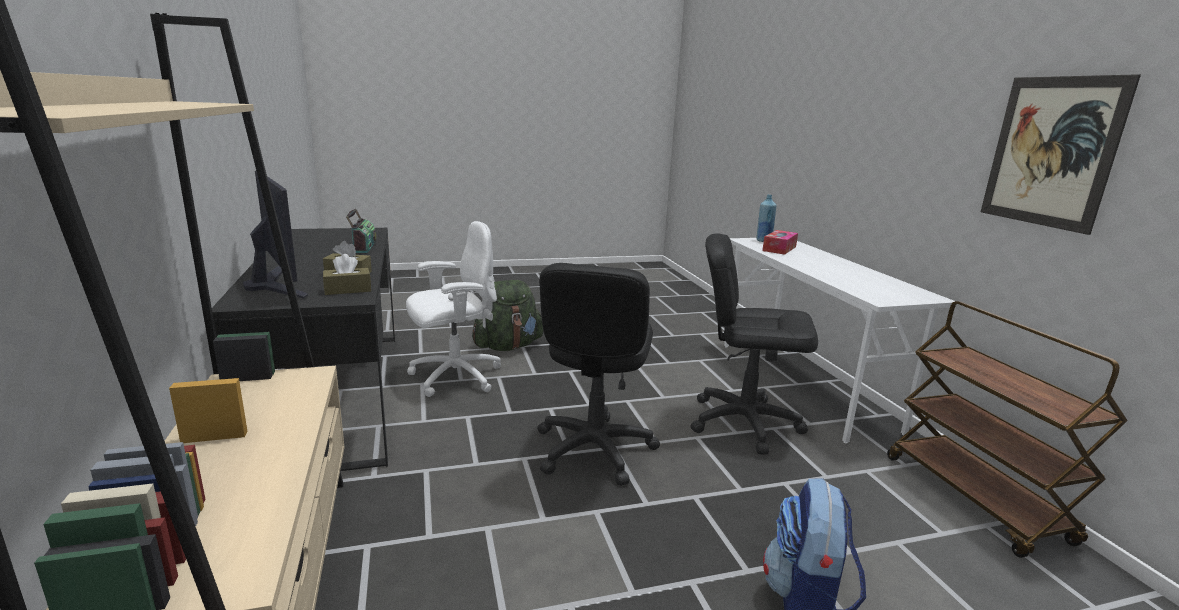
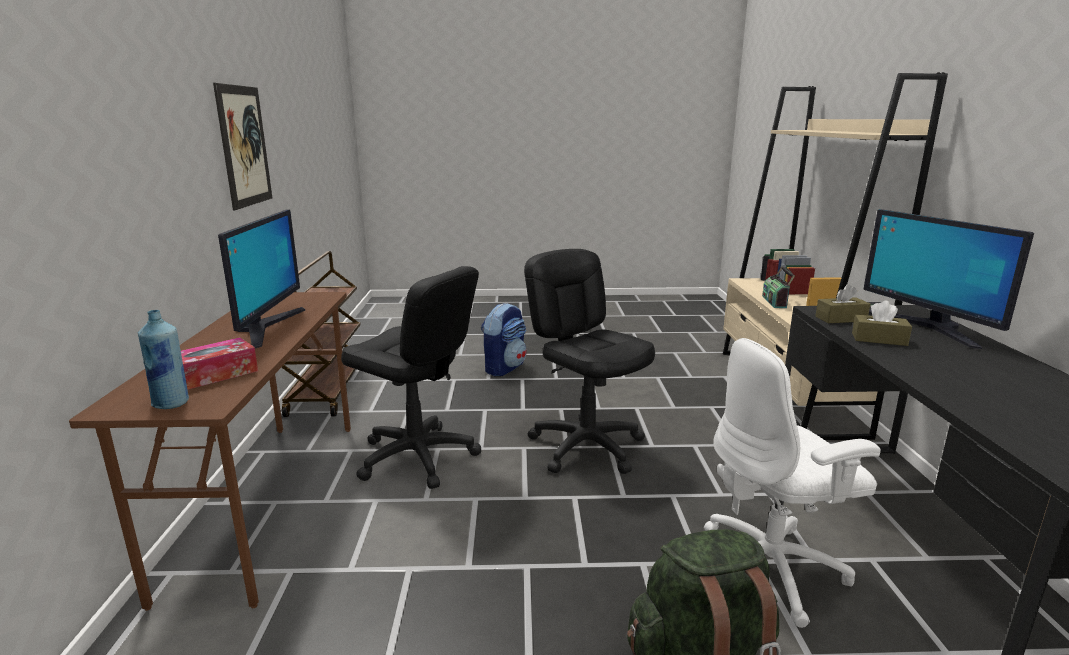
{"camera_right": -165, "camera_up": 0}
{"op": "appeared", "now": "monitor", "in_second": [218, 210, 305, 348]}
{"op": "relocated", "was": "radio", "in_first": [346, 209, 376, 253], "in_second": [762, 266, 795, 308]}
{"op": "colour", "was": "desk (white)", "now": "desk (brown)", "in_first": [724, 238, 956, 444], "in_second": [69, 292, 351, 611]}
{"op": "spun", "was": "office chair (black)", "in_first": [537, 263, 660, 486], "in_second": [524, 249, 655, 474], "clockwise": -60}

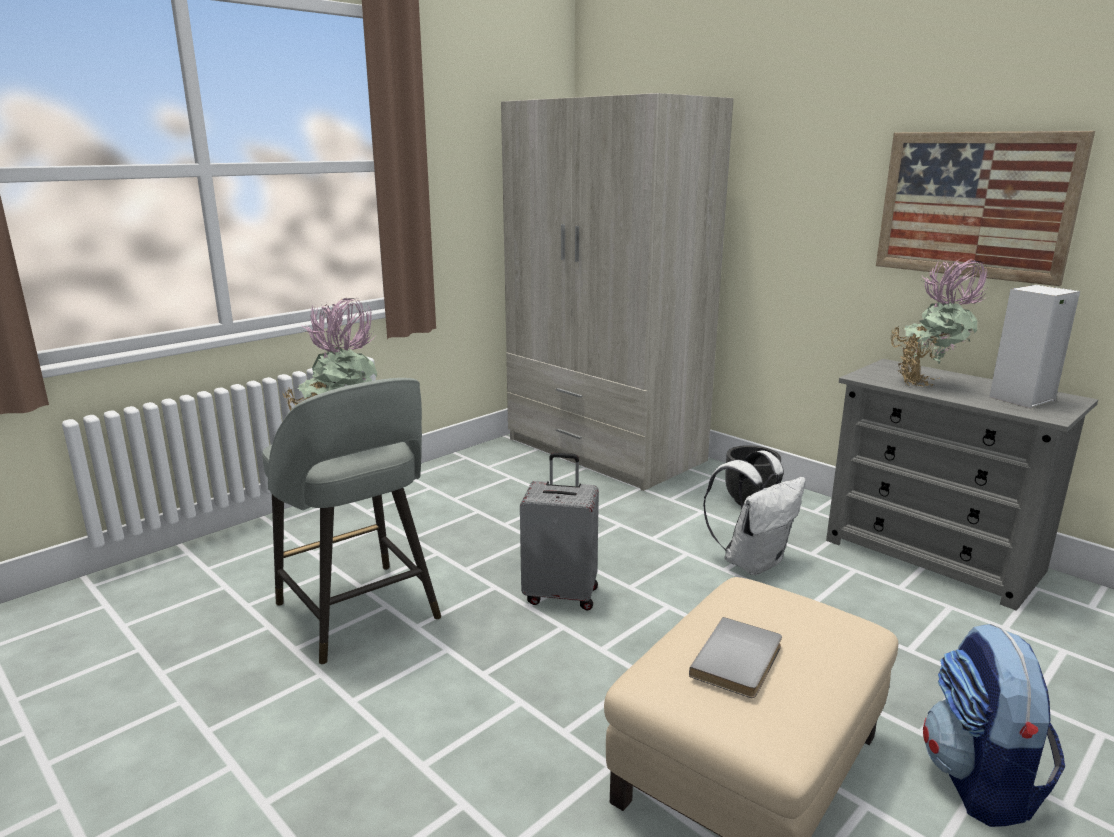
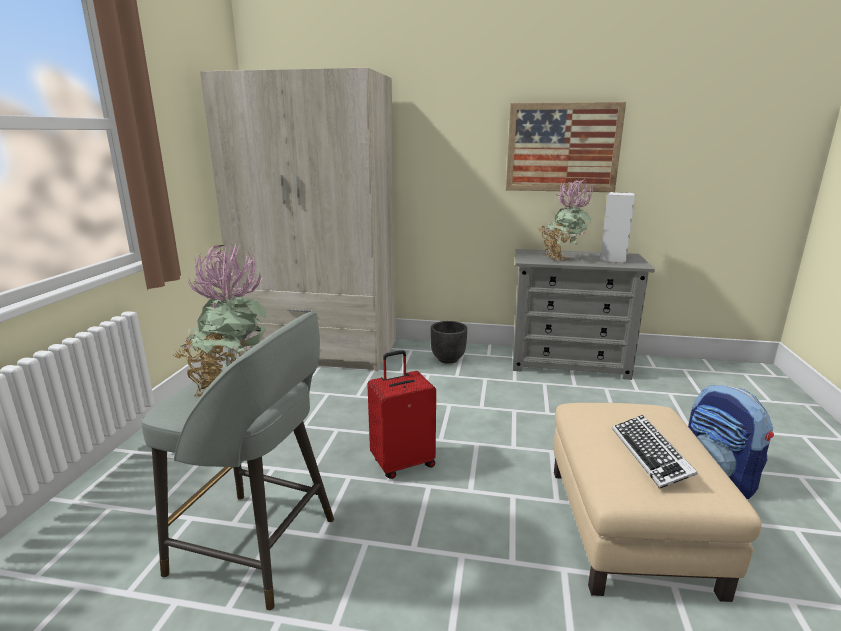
{"camera_right": -35, "camera_up": 0}
{"op": "missing", "was": "backpack (white)", "in_first": [703, 450, 806, 575]}
{"op": "exchanged", "was": "book (grey)", "now": "keyboard", "in_first": [689, 617, 782, 698], "in_second": [612, 415, 698, 488]}
{"op": "colour", "was": "suitcase (grey)", "now": "suitcase (red)", "in_first": [520, 453, 599, 610], "in_second": [367, 350, 436, 479]}

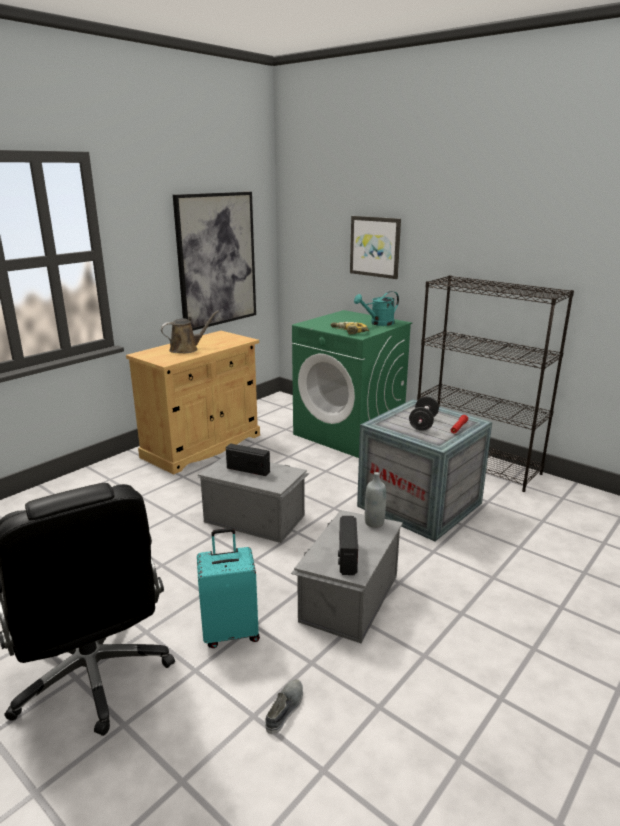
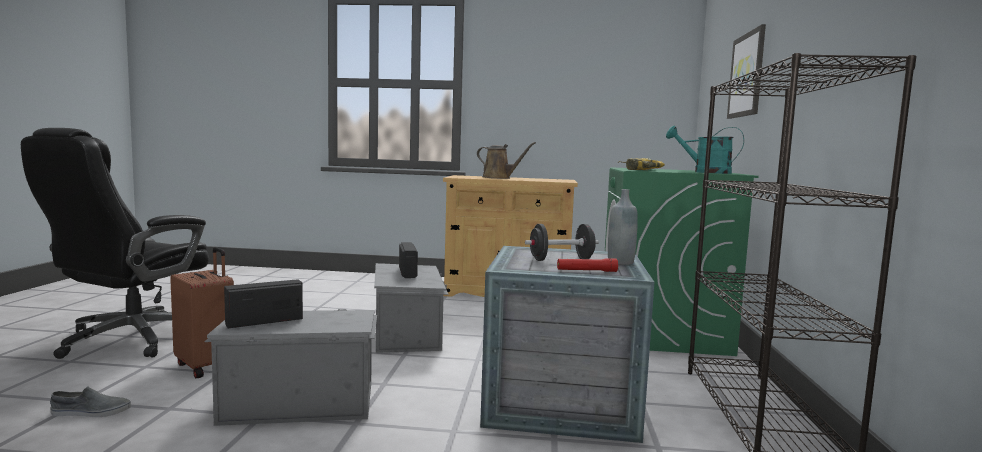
{"camera_right": 55, "camera_up": -15}
{"op": "missing", "was": "picture", "in_first": [173, 192, 256, 330]}
{"op": "relocated", "was": "bottle (grey)", "in_first": [365, 472, 386, 528], "in_second": [608, 189, 638, 265]}
{"op": "colour", "was": "suitcase (turquoise)", "now": "suitcase (brown)", "in_first": [197, 528, 260, 648], "in_second": [170, 247, 234, 378]}

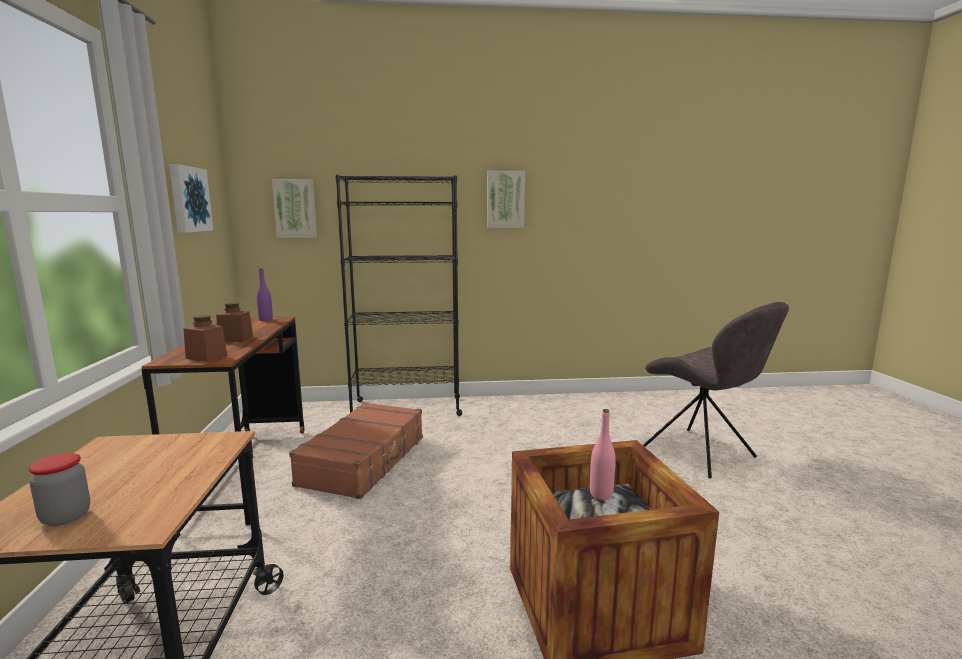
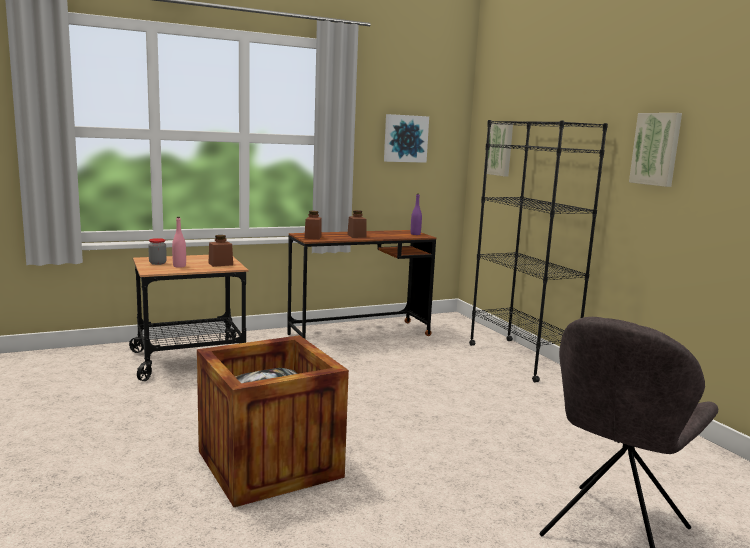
{"camera_right": 70, "camera_up": 0}
{"op": "missing", "was": "suitcase (brown)", "in_first": [289, 402, 423, 499]}
{"op": "appeared", "now": "jar (brown)", "in_second": [209, 235, 233, 267]}
{"op": "relocated", "was": "bottle (pink)", "in_first": [590, 409, 616, 500], "in_second": [172, 217, 186, 268]}

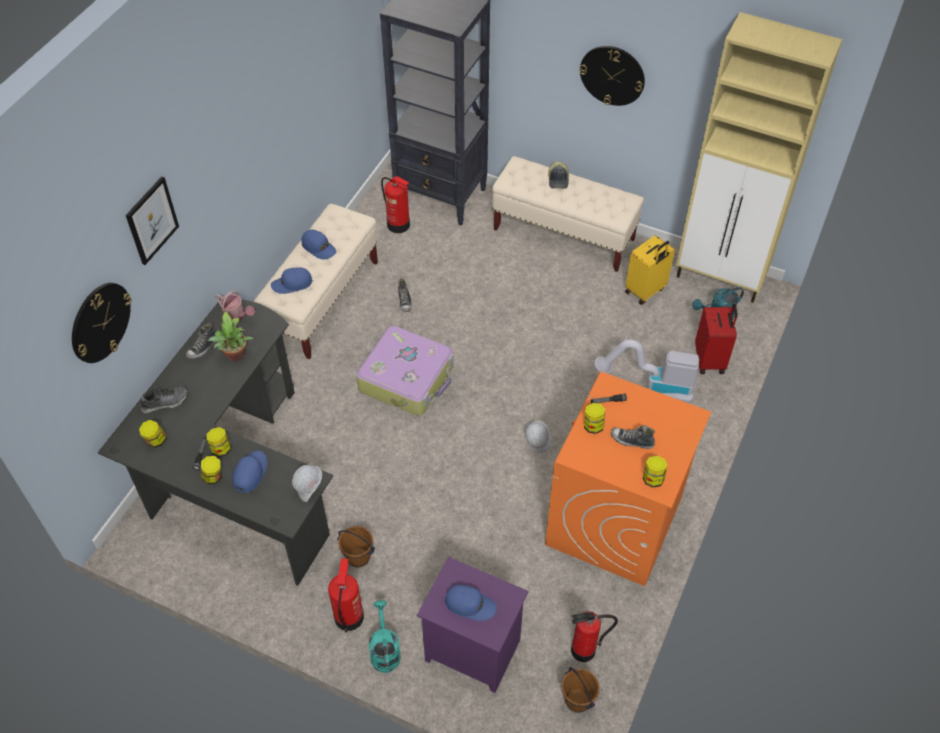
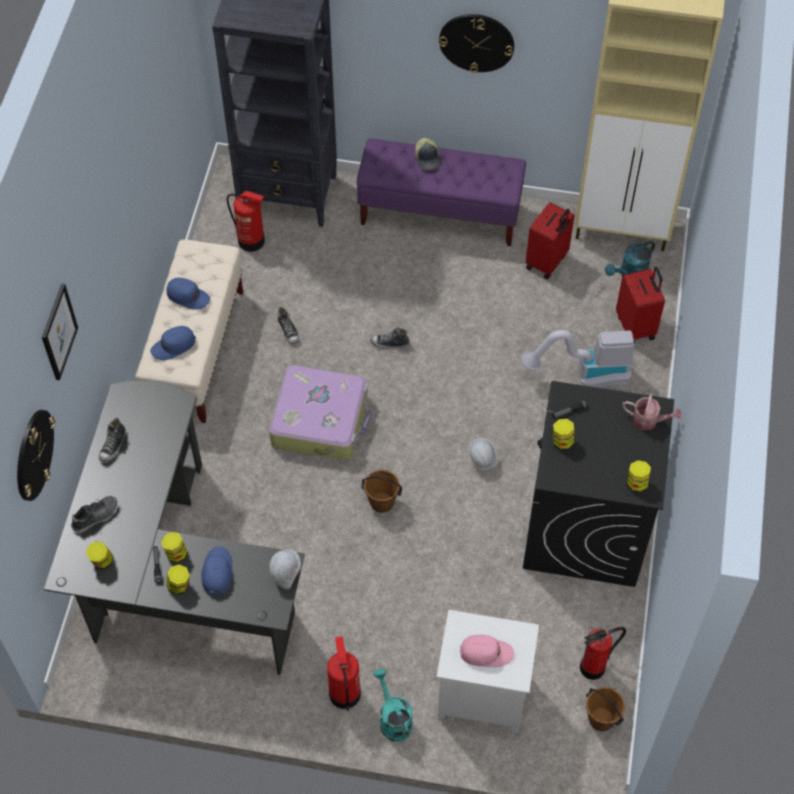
{"camera_right": -15, "camera_up": 5}
{"op": "missing", "was": "potted plant", "in_first": [208, 311, 254, 362]}
{"op": "relocated", "was": "watering can", "in_first": [215, 291, 255, 321], "in_second": [622, 394, 682, 430]}
{"op": "relocated", "was": "bucket (brown)", "in_first": [337, 526, 375, 568], "in_second": [361, 470, 402, 513]}
{"op": "relocated", "was": "shoe", "in_first": [611, 425, 655, 449], "in_second": [370, 327, 410, 349]}
{"op": "colour", "was": "nightstand (purple)", "now": "nightstand (white)", "in_first": [417, 557, 529, 693], "in_second": [436, 610, 539, 733]}
{"op": "colour", "was": "cap (blue)", "now": "cap (pink)", "in_first": [445, 585, 497, 621], "in_second": [460, 635, 514, 667]}
{"op": "colour", "was": "bench (beige)", "now": "bench (purple)", "in_first": [492, 156, 644, 272], "in_second": [357, 138, 526, 246]}
{"op": "colour", "was": "washing machine (orange)", "now": "washing machine (black)", "in_first": [545, 372, 711, 586], "in_second": [523, 381, 674, 587]}
{"op": "colour", "was": "suitcase (yellow)", "now": "suitcase (red)", "in_first": [625, 235, 675, 305], "in_second": [526, 202, 575, 279]}

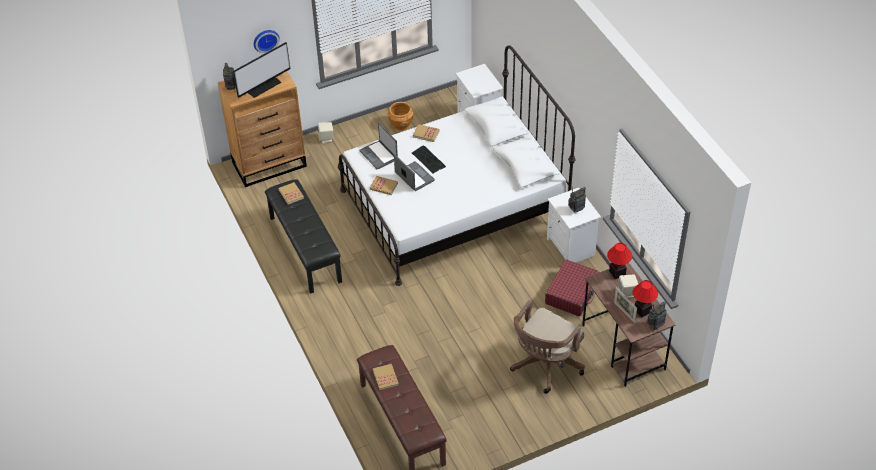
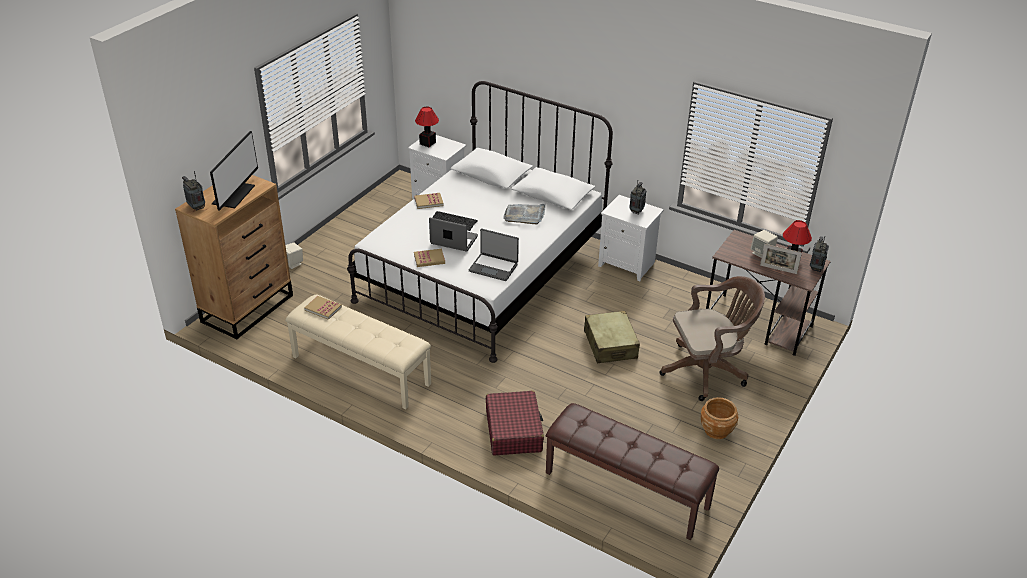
{"camera_right": -35, "camera_up": -10}
{"op": "missing", "was": "wall clock", "in_first": [254, 30, 280, 53]}
{"op": "missing", "was": "book", "in_first": [373, 364, 399, 390]}
{"op": "appeared", "now": "tray (grey)", "in_second": [503, 204, 546, 224]}
{"op": "appeared", "now": "suitcase (beige)", "in_second": [584, 311, 640, 363]}
{"op": "relocated", "was": "laptop", "in_first": [359, 123, 398, 170], "in_second": [469, 229, 519, 281]}
{"op": "relocated", "was": "planter (brown)", "in_first": [388, 102, 414, 130], "in_second": [701, 397, 738, 439]}
{"op": "relocated", "was": "suitcase (red)", "in_first": [545, 259, 600, 316], "in_second": [486, 391, 544, 456]}
{"op": "relocated", "was": "table lamp", "in_first": [607, 243, 632, 279], "in_second": [415, 107, 439, 147]}
{"op": "colour", "was": "bench (black)", "now": "bench (beige)", "in_first": [265, 180, 342, 294], "in_second": [285, 295, 431, 409]}
{"op": "spun", "was": "office chair (brown)", "in_first": [510, 300, 585, 394], "in_second": [660, 276, 765, 401], "clockwise": -105}

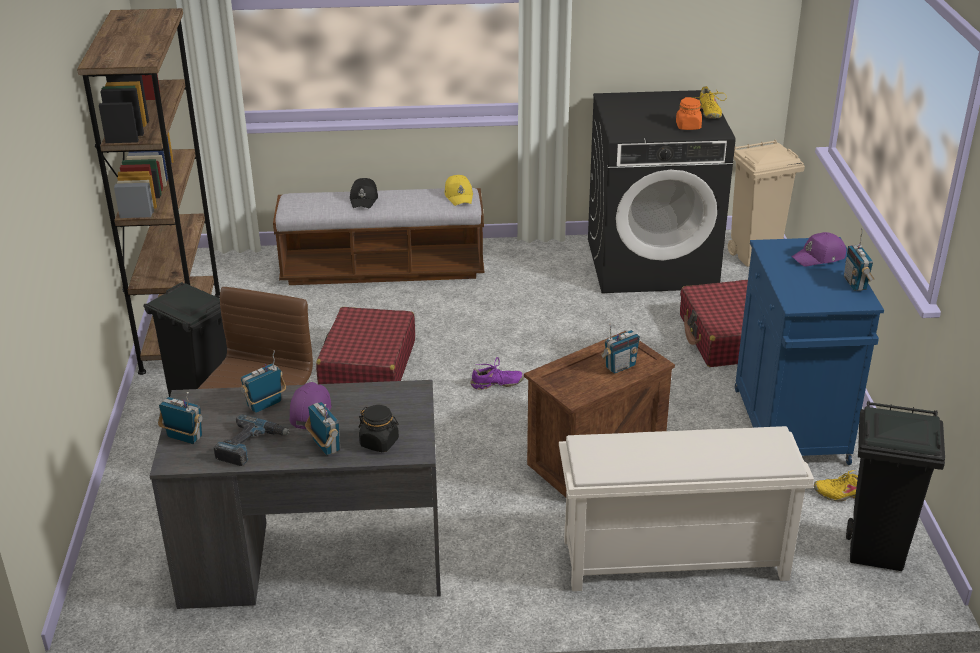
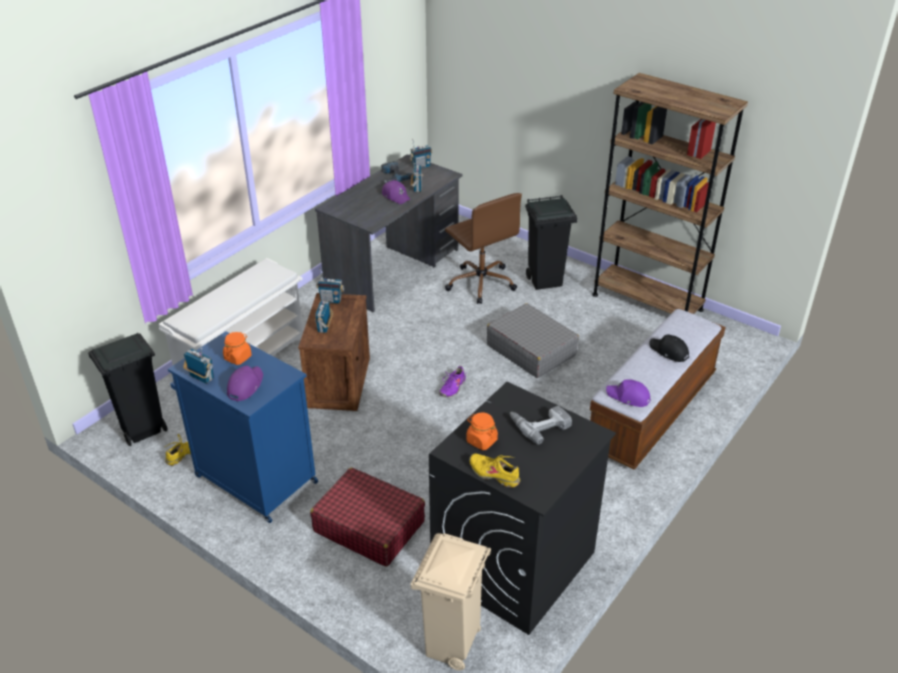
{"camera_right": 130, "camera_up": 5}
{"op": "missing", "was": "jar (black)", "in_first": [359, 405, 399, 452]}
{"op": "appeared", "now": "jar (orange)", "in_second": [223, 332, 252, 365]}
{"op": "appeared", "now": "power drill", "in_second": [510, 406, 572, 445]}
{"op": "relocated", "was": "radio", "in_first": [305, 402, 340, 456], "in_second": [316, 268, 344, 304]}
{"op": "colour", "was": "suitcase (red)", "now": "suitcase (grey)", "in_first": [316, 307, 415, 384], "in_second": [487, 303, 579, 378]}
{"op": "colour", "was": "cap (yellow)", "now": "cap (purple)", "in_first": [445, 175, 473, 206], "in_second": [606, 379, 651, 407]}

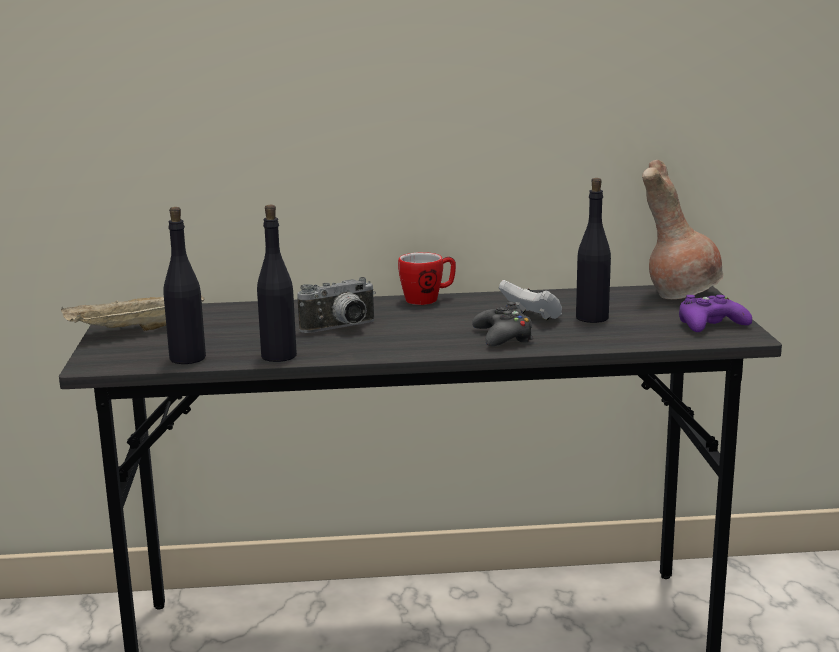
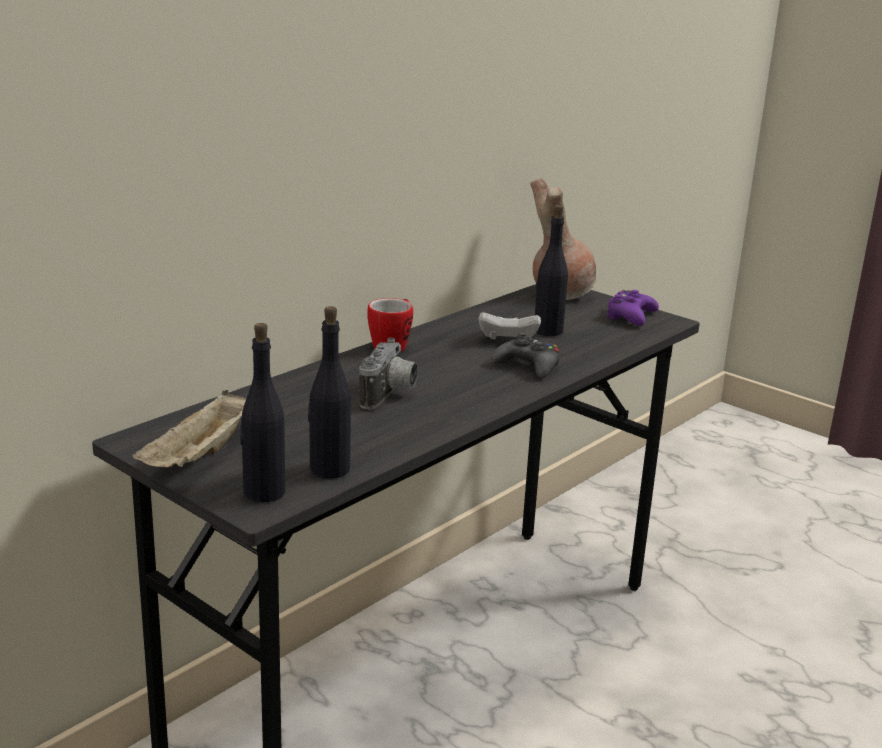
{"camera_right": -45, "camera_up": 5}
{"op": "relocated", "was": "bottle (black)", "in_first": [257, 205, 297, 362], "in_second": [240, 323, 285, 502]}

